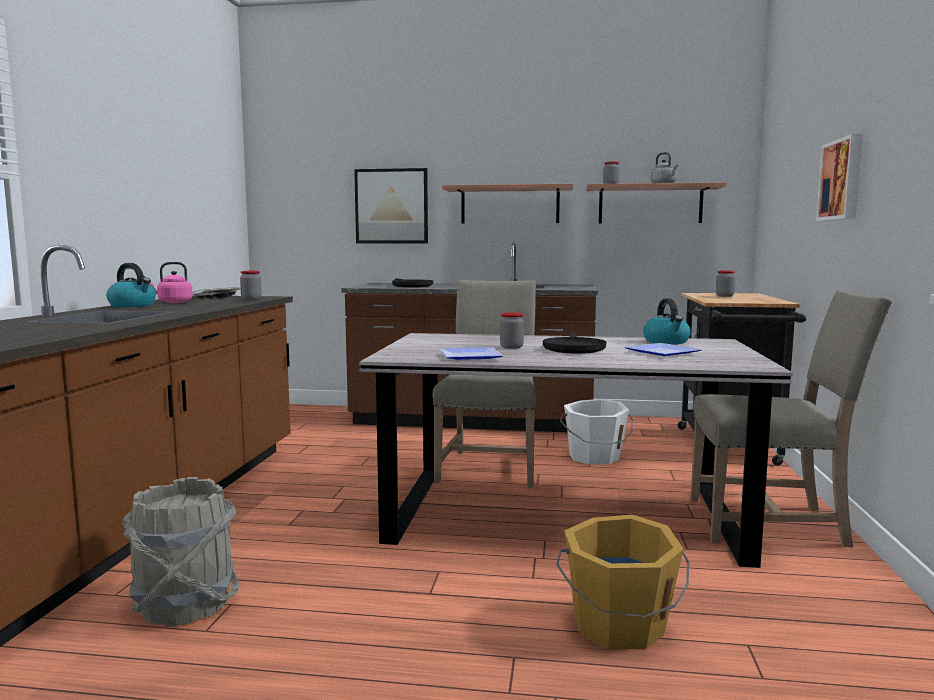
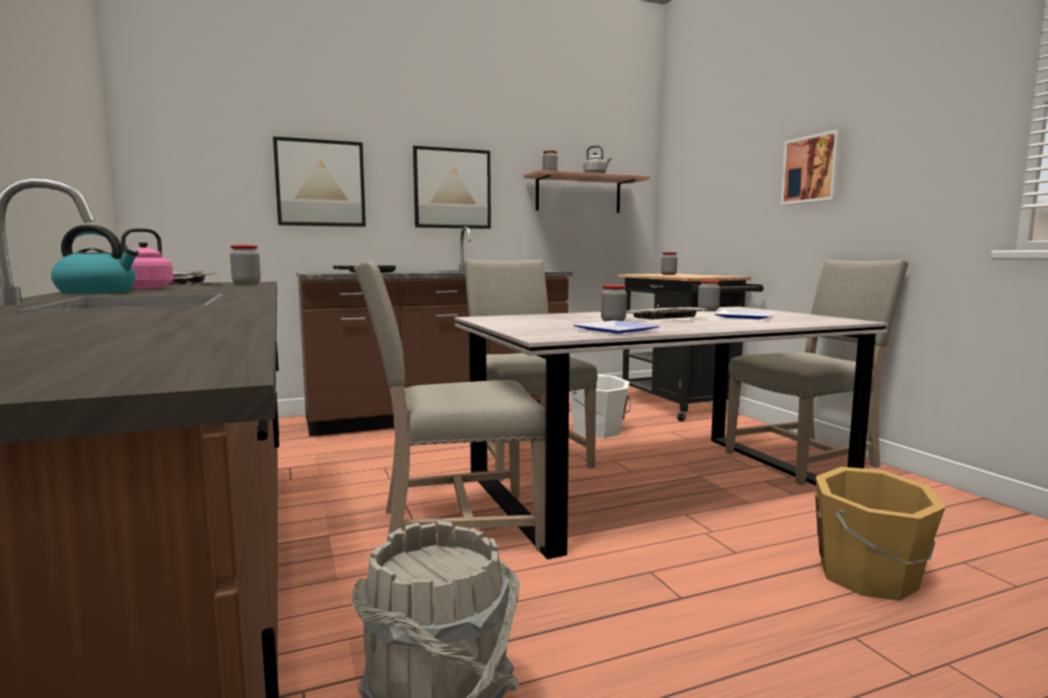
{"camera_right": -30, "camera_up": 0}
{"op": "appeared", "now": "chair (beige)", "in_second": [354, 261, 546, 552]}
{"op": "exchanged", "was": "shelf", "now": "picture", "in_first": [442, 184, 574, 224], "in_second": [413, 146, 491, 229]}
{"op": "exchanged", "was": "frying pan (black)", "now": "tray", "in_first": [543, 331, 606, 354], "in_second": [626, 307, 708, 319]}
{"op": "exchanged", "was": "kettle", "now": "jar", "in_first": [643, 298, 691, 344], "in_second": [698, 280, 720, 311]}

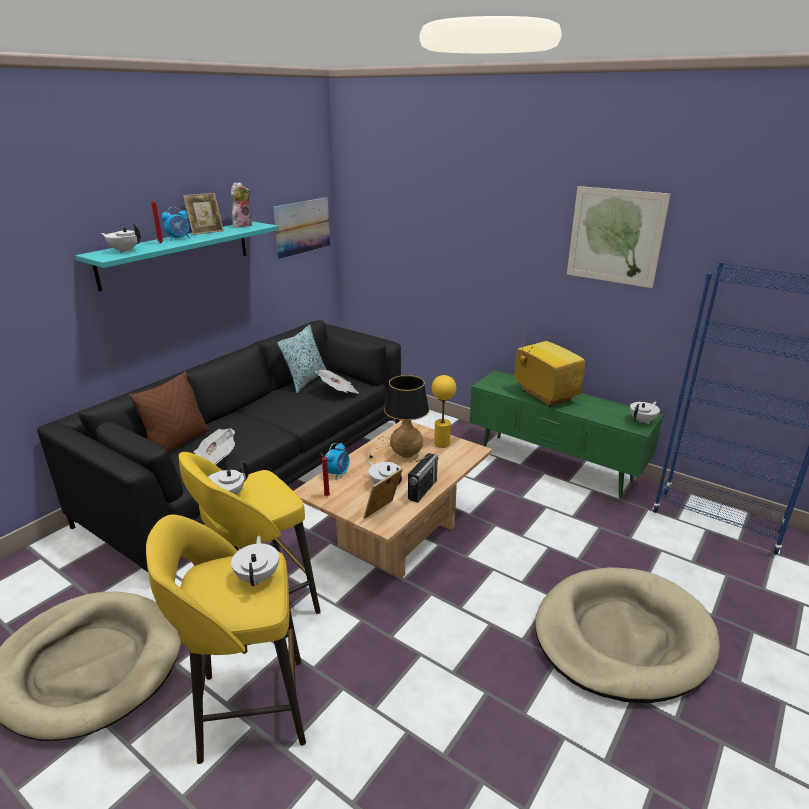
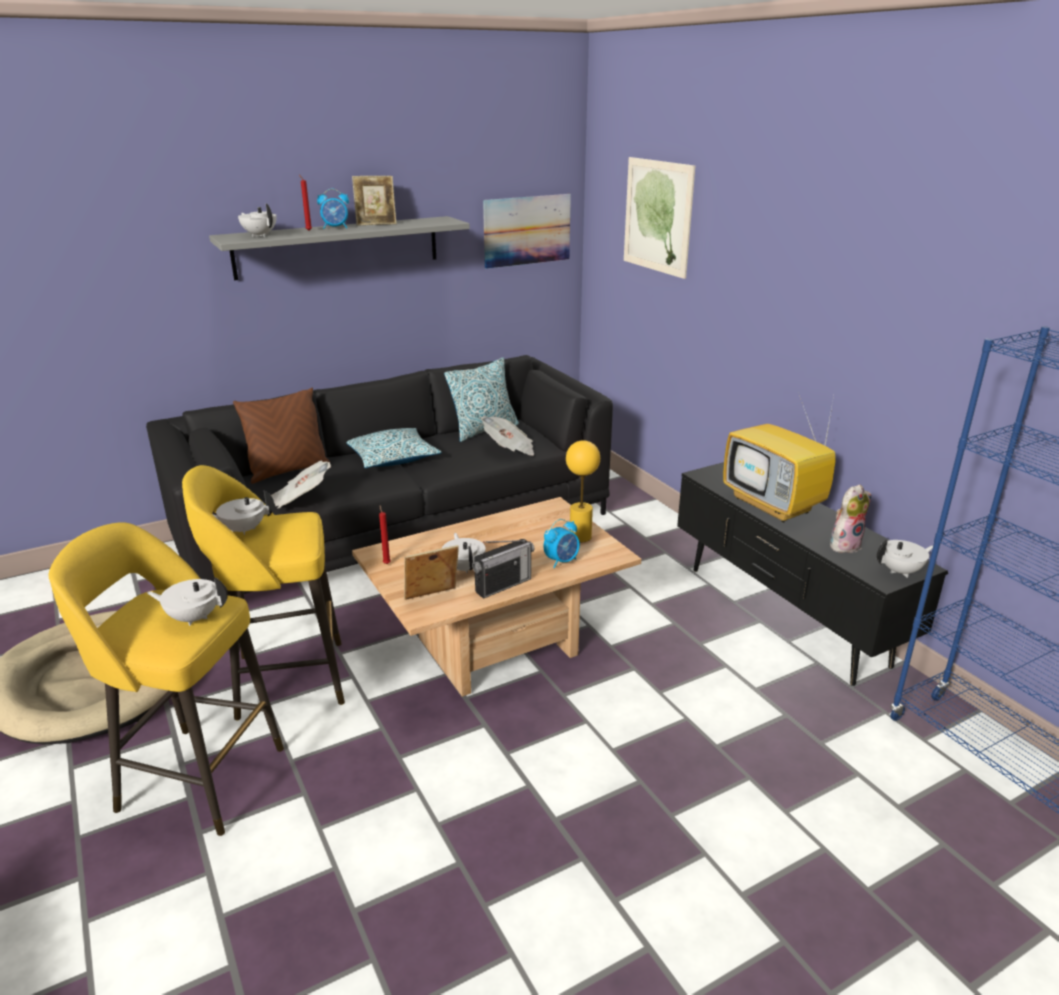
{"camera_right": 25, "camera_up": 0}
{"op": "missing", "was": "table lamp", "in_first": [369, 375, 430, 459]}
{"op": "missing", "was": "dog bed (beige)", "in_first": [535, 567, 720, 703]}
{"op": "appeared", "now": "pillow", "in_second": [346, 428, 442, 468]}
{"op": "relocated", "was": "plush toy", "in_first": [231, 182, 252, 228], "in_second": [830, 484, 871, 553]}
{"op": "relocated", "was": "alarm clock", "in_first": [325, 443, 349, 480], "in_second": [544, 519, 580, 568]}
{"op": "relocated", "was": "picture", "in_first": [567, 186, 670, 288], "in_second": [624, 157, 695, 279]}
{"op": "colour", "was": "shelf (turquoise)", "now": "shelf (grey)", "in_first": [75, 222, 279, 292], "in_second": [209, 216, 470, 280]}
{"op": "colour", "was": "tv stand (green)", "now": "tv stand (black)", "in_first": [470, 370, 664, 499], "in_second": [677, 462, 948, 686]}
{"op": "spun", "was": "teapot (white)", "in_first": [231, 535, 279, 586], "in_second": [147, 577, 228, 626], "clockwise": -105}
{"op": "spun", "was": "television", "in_first": [515, 326, 585, 407], "in_second": [723, 392, 836, 523], "clockwise": 150}

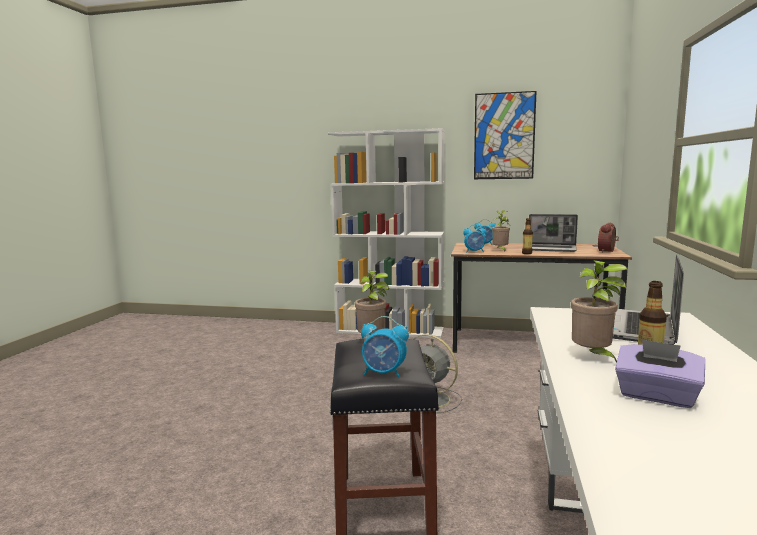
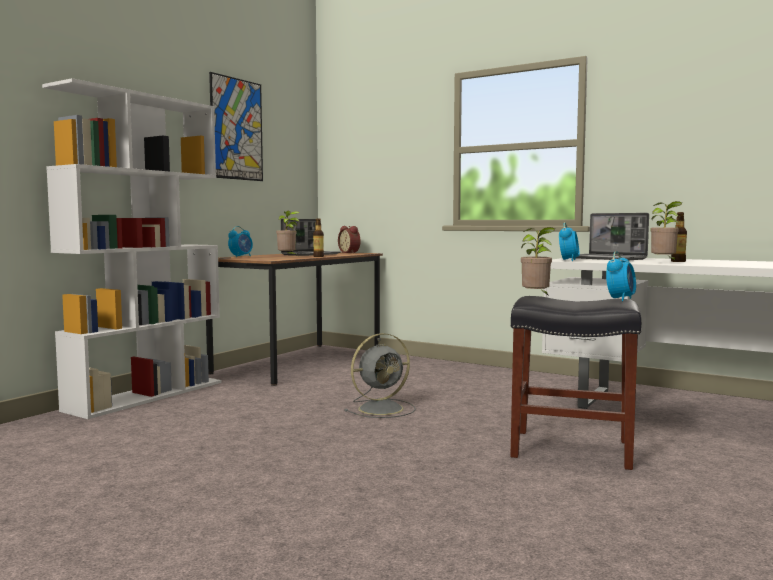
{"camera_right": -70, "camera_up": -5}
{"op": "missing", "was": "tissue box (purple)", "in_first": [615, 339, 705, 408]}
{"op": "relocated", "was": "alarm clock", "in_first": [463, 224, 487, 252], "in_second": [559, 222, 580, 261]}

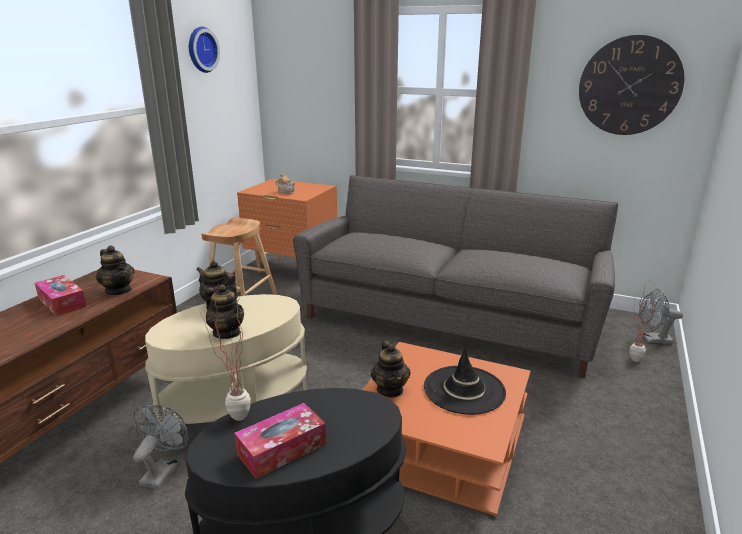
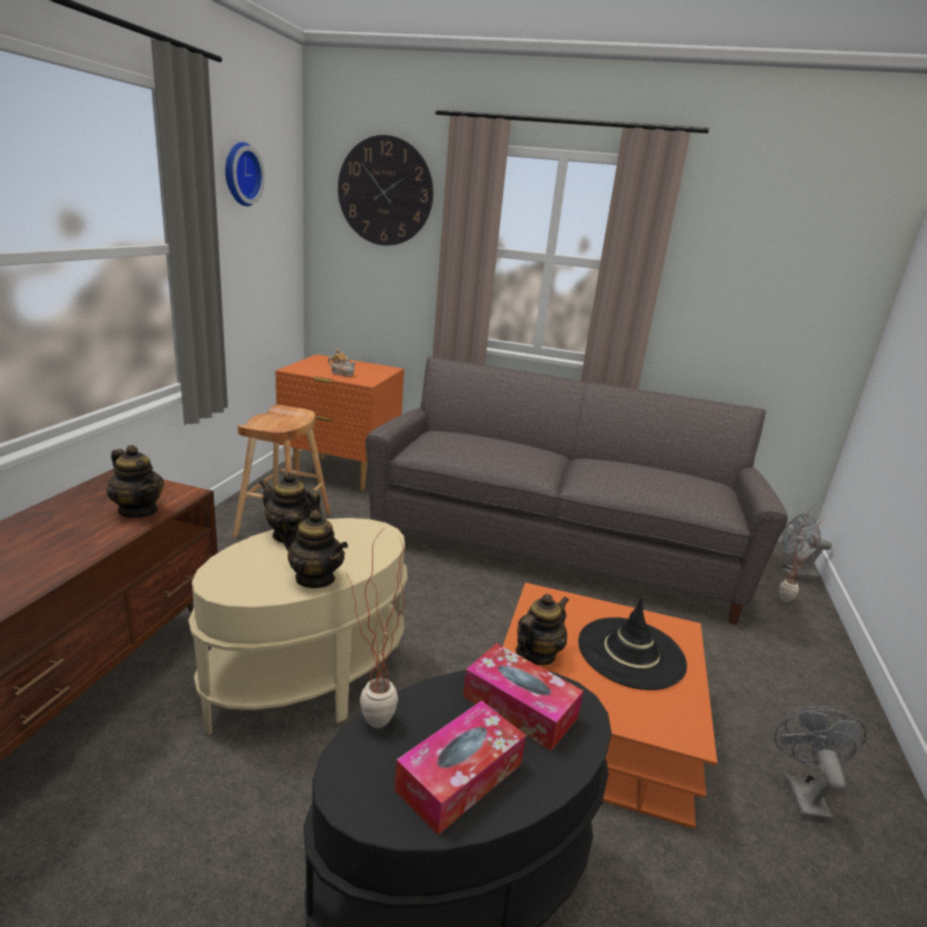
{"camera_right": -10, "camera_up": 0}
{"op": "relocated", "was": "tissue box", "in_first": [35, 275, 87, 316], "in_second": [463, 643, 583, 751]}
{"op": "relocated", "was": "fan (grey)", "in_first": [133, 405, 189, 489], "in_second": [774, 706, 866, 822]}
{"op": "relocated", "was": "wall clock", "in_first": [579, 35, 684, 135], "in_second": [338, 135, 433, 246]}
{"op": "spun", "was": "teapot", "in_first": [371, 341, 411, 397], "in_second": [516, 594, 569, 665], "clockwise": -120}

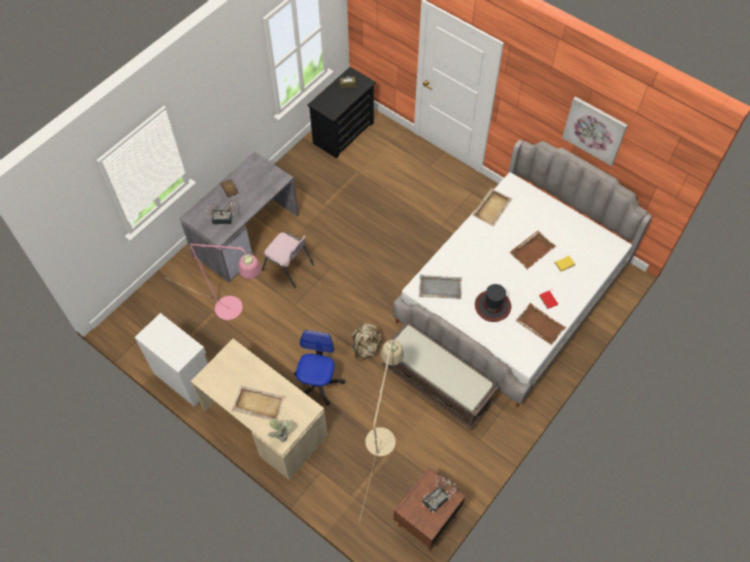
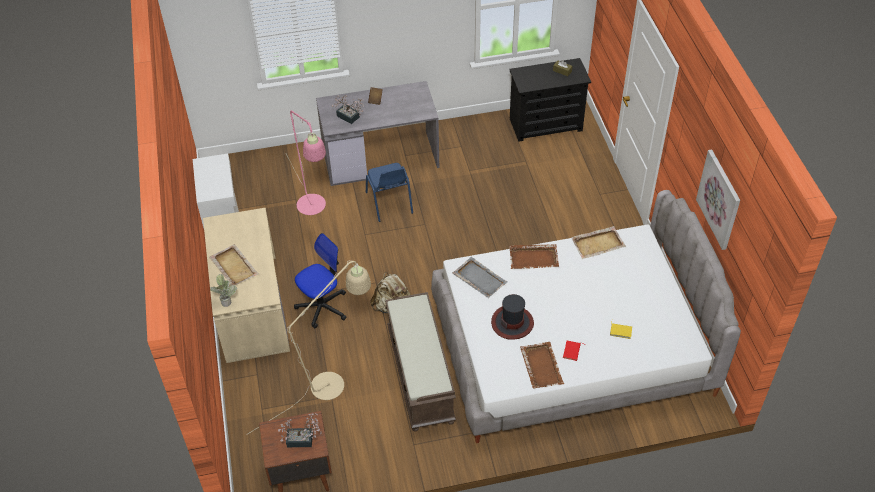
{"camera_right": 40, "camera_up": -10}
{"op": "relocated", "was": "tray (brown)", "in_first": [509, 231, 556, 270], "in_second": [509, 244, 559, 269]}
{"op": "colour", "was": "chair (pink)", "now": "chair (blue)", "in_first": [262, 232, 314, 288], "in_second": [366, 163, 413, 222]}

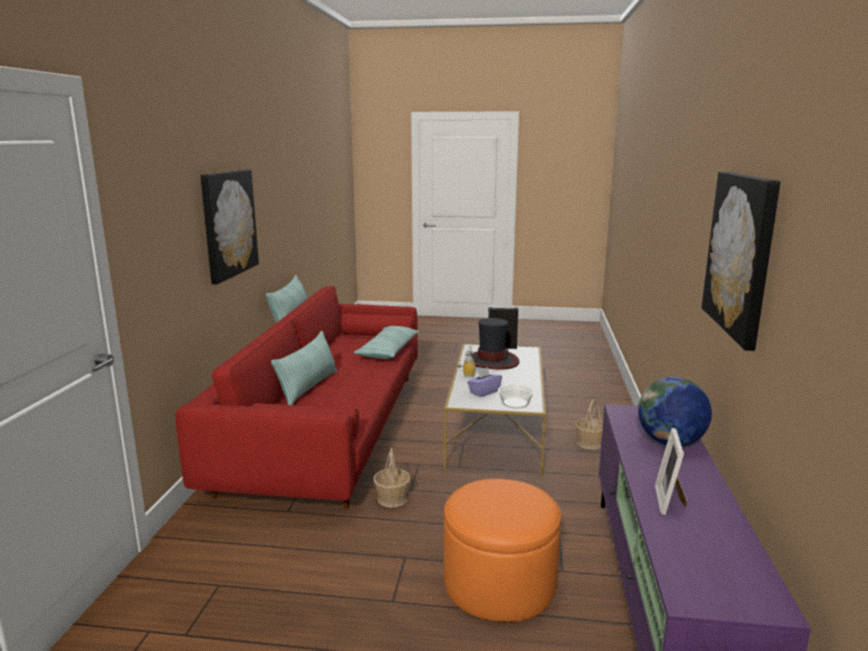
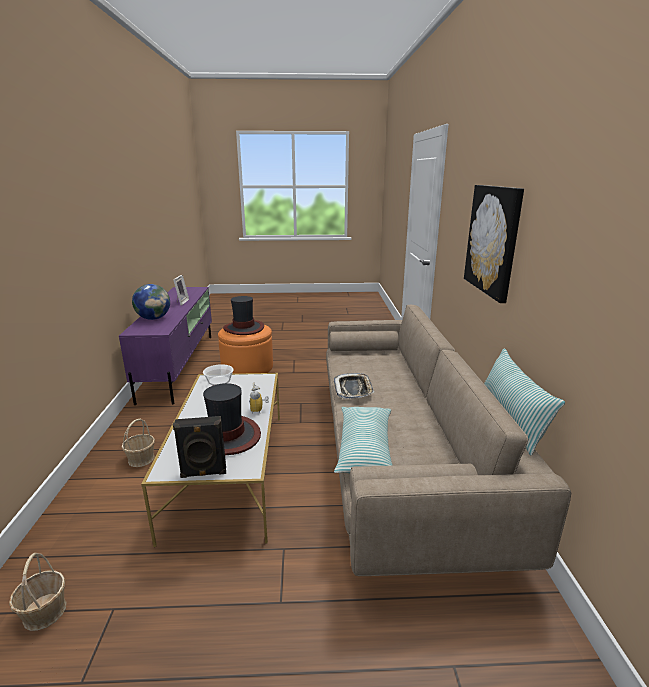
{"camera_right": 170, "camera_up": 5}
{"op": "missing", "was": "pillow", "in_first": [271, 331, 337, 405]}
{"op": "missing", "was": "tissue box (purple)", "in_first": [467, 367, 502, 397]}
{"op": "missing", "was": "picture", "in_first": [702, 171, 780, 351]}
{"op": "appeared", "now": "hat", "in_second": [223, 296, 264, 335]}
{"op": "appeared", "now": "tray", "in_second": [334, 373, 374, 398]}
{"op": "relocated", "was": "basket", "in_first": [373, 448, 411, 508], "in_second": [9, 553, 66, 631]}
{"op": "colour", "was": "sofa (red)", "now": "sofa (beige)", "in_first": [175, 286, 418, 509], "in_second": [326, 305, 571, 576]}

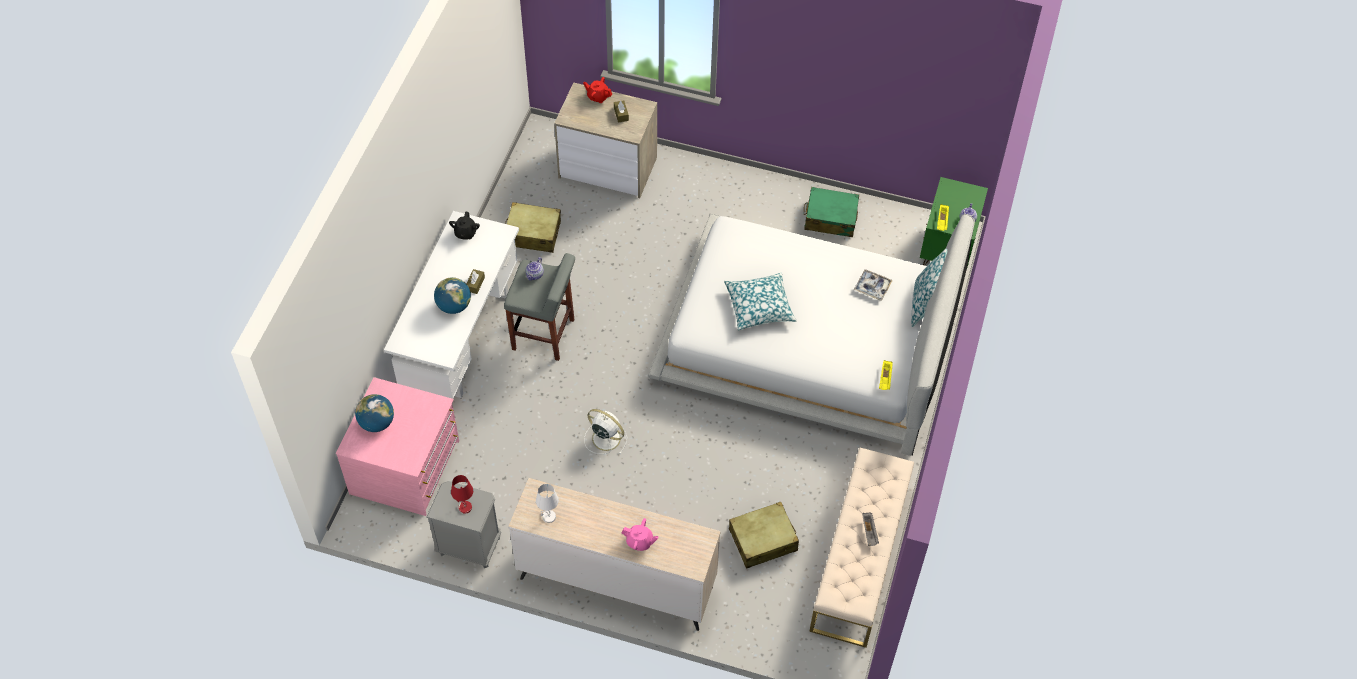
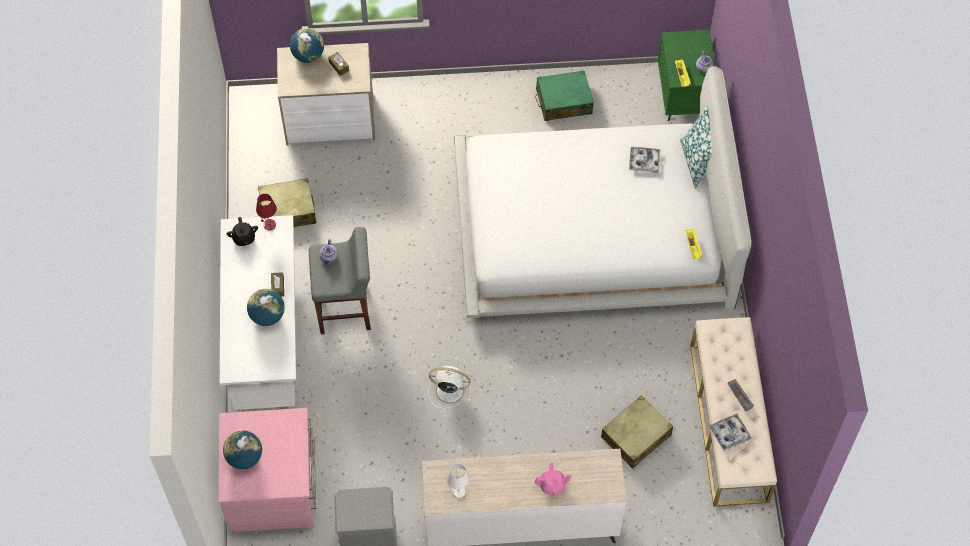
{"camera_right": -20, "camera_up": 5}
{"op": "missing", "was": "pillow", "in_first": [724, 273, 797, 331]}
{"op": "appeared", "now": "tray", "in_second": [709, 413, 752, 451]}
{"op": "relocated", "was": "table lamp (red)", "in_first": [451, 475, 473, 514], "in_second": [256, 194, 277, 230]}
{"op": "exchanged", "was": "teapot (red)", "now": "globe", "in_first": [583, 77, 612, 103], "in_second": [290, 28, 324, 63]}

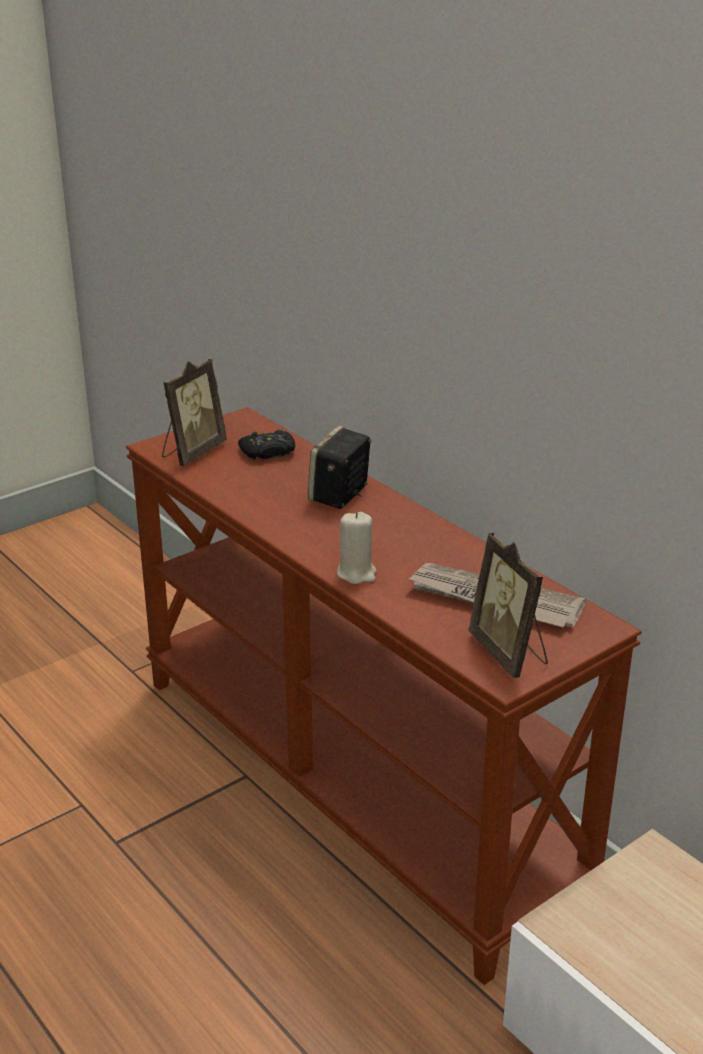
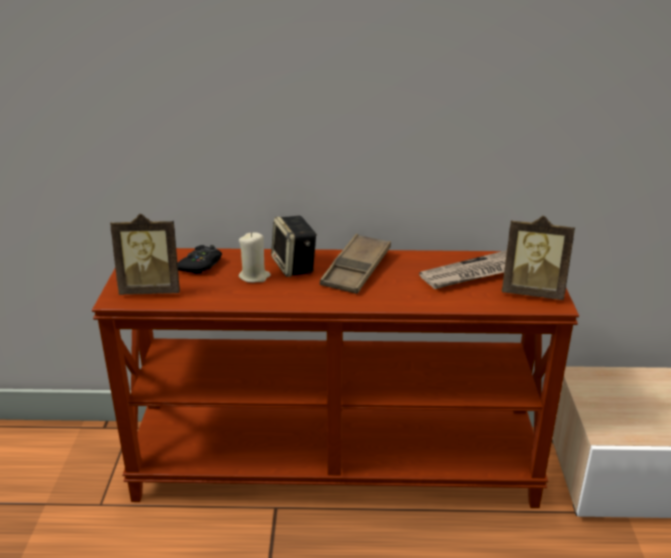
{"camera_right": -50, "camera_up": 0}
{"op": "appeared", "now": "tray (brown)", "in_second": [320, 234, 391, 294]}
{"op": "relocated", "was": "candle (beige)", "in_first": [337, 512, 376, 584], "in_second": [239, 232, 271, 283]}
{"op": "spun", "was": "picture frame", "in_first": [162, 359, 227, 466], "in_second": [110, 213, 180, 295], "clockwise": 105}

